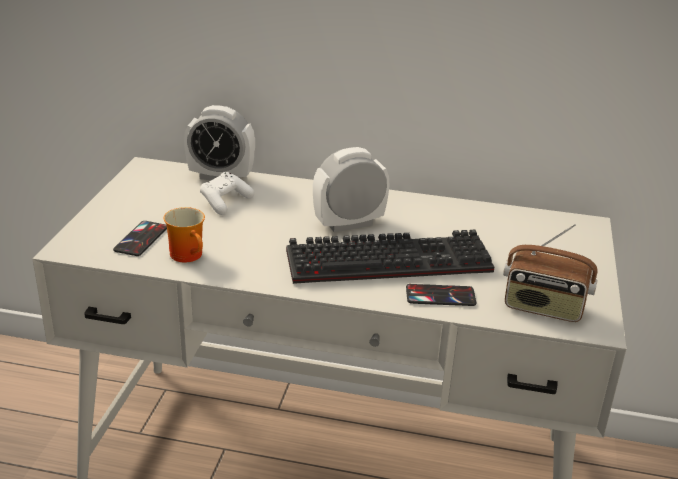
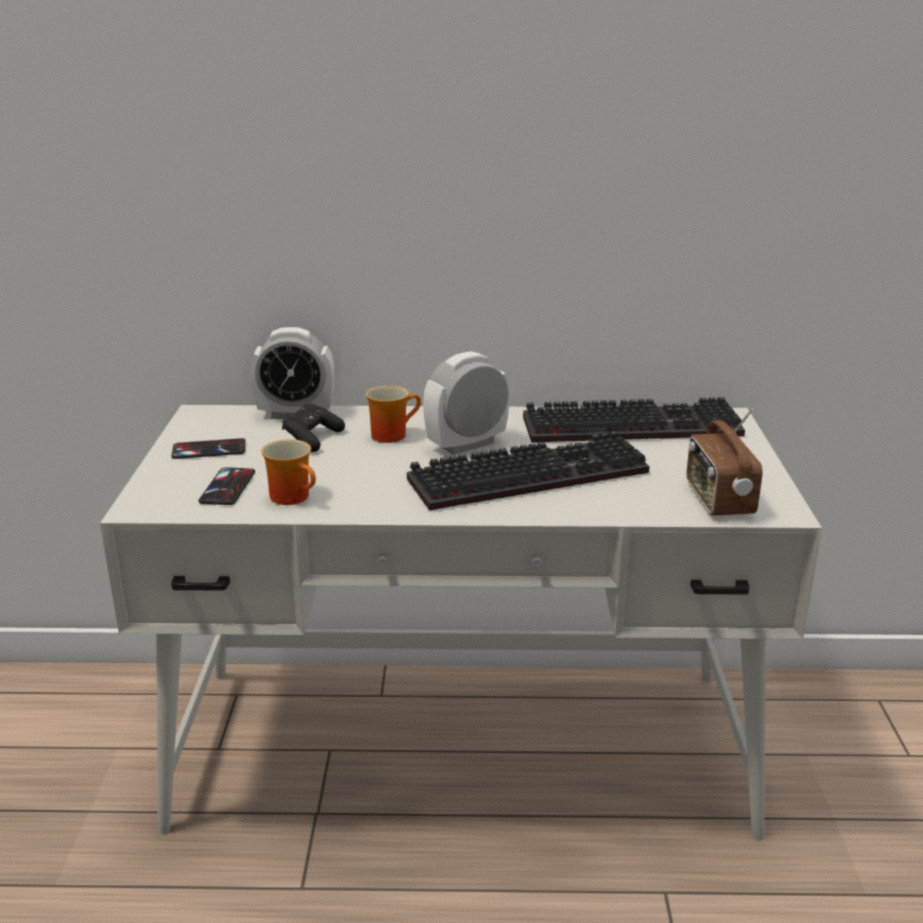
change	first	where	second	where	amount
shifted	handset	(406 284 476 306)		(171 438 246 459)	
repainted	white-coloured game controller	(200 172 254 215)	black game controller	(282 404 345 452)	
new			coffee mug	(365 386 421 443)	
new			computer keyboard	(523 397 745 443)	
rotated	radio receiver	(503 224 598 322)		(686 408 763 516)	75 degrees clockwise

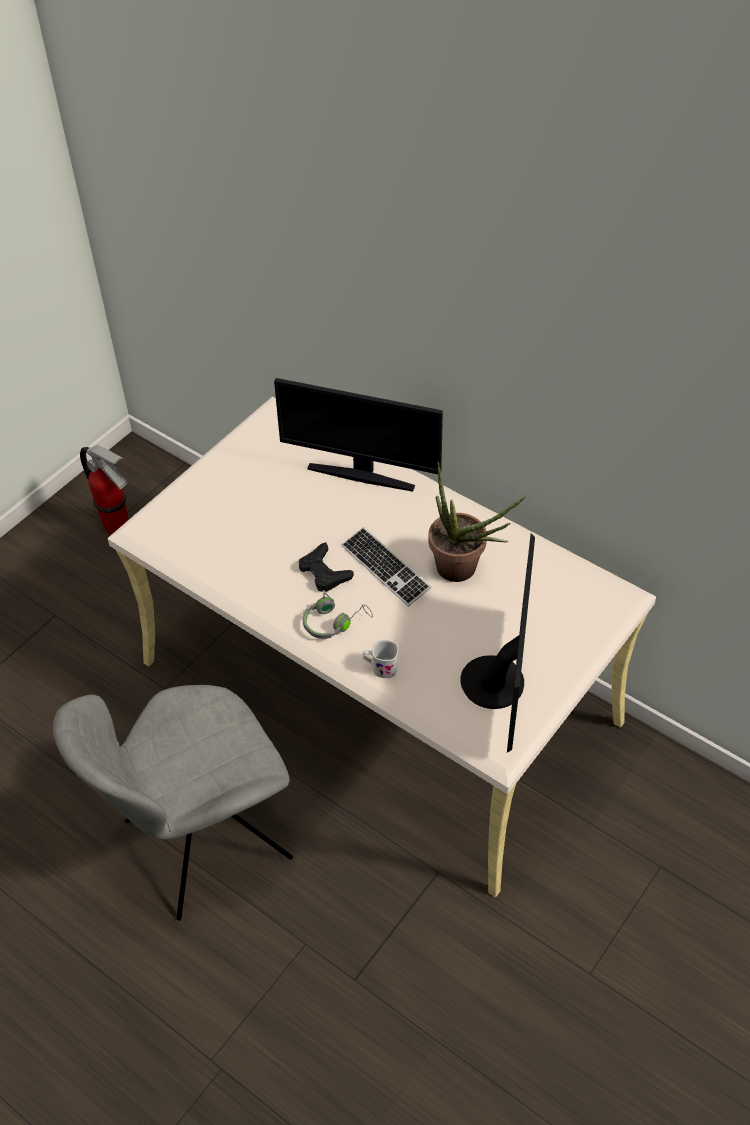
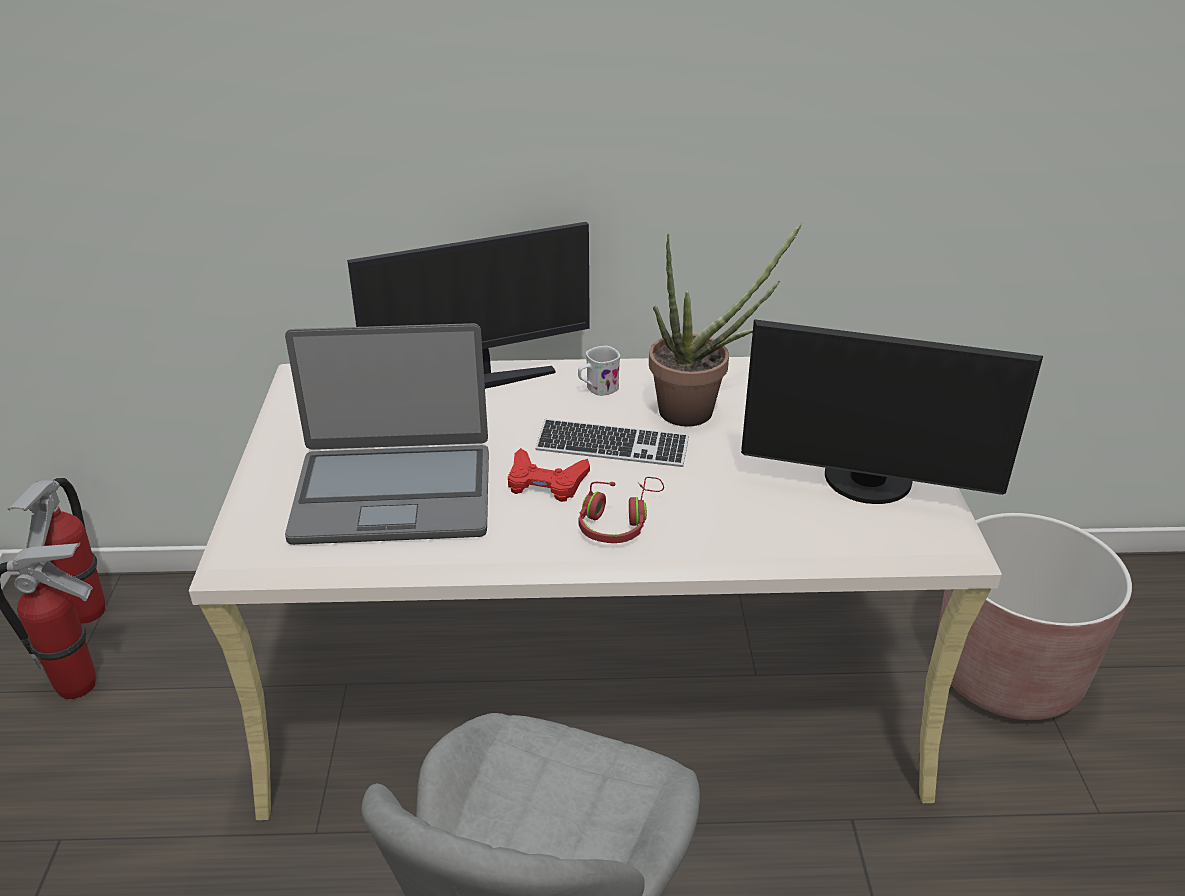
change	first	where	second	where	amount
new			fire-fighting cylinder	(7 478 105 624)	
new			notebook computer	(285 323 489 545)	
repainted	black game controller	(298 542 354 592)	reddish game controller	(508 448 590 502)	
shifted	white-coloured coffee mug	(363 640 398 678)		(578 346 620 396)	
repainted	grey headphones	(303 593 373 639)	reddish headphones	(578 477 664 543)	
rotated	computer display	(460 534 535 753)		(741 319 1043 504)	135 degrees clockwise
new			brown-coloured plant pot	(937 513 1132 720)	

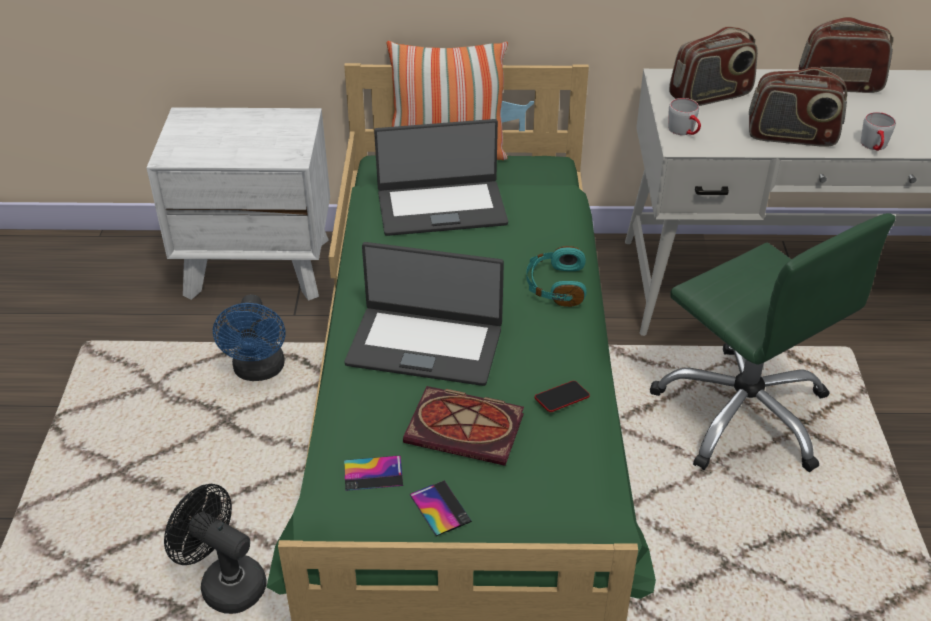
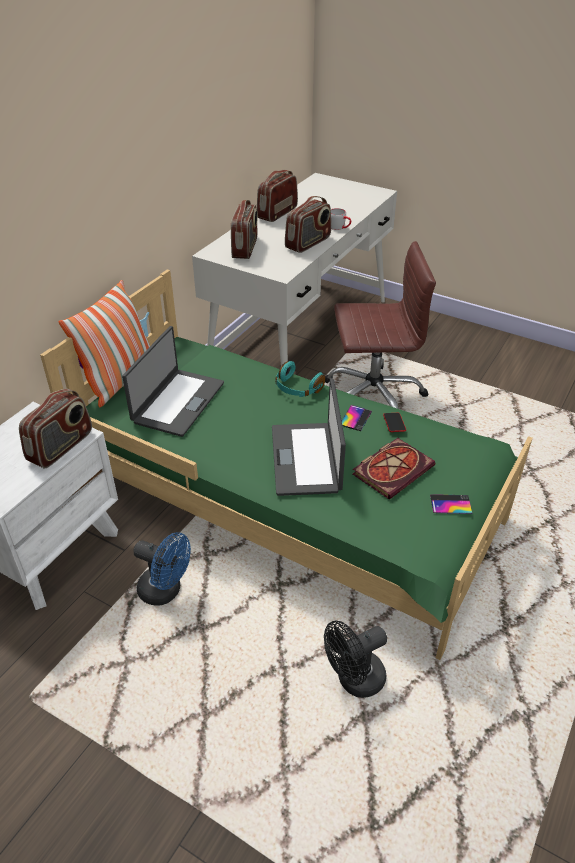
change	first	where	second	where	amount
new			radio receiver	(19 389 92 468)	
rotated	notebook computer	(344 242 504 386)		(272 378 346 496)	135 degrees clockwise
repainted	green-coloured computer chair	(650 213 895 472)	brown-coloured computer chair	(325 241 436 409)	
shifted	handset	(344 455 403 491)		(342 405 372 431)	
gone	grey coffee mug	(668 98 701 135)			

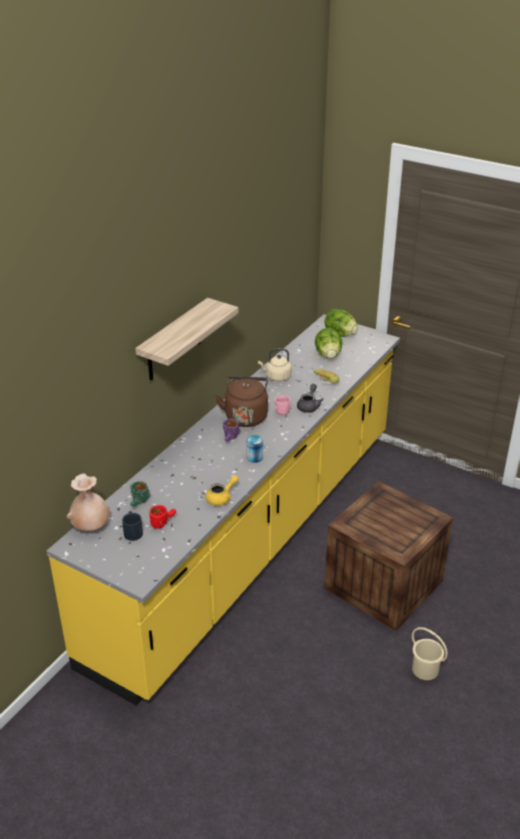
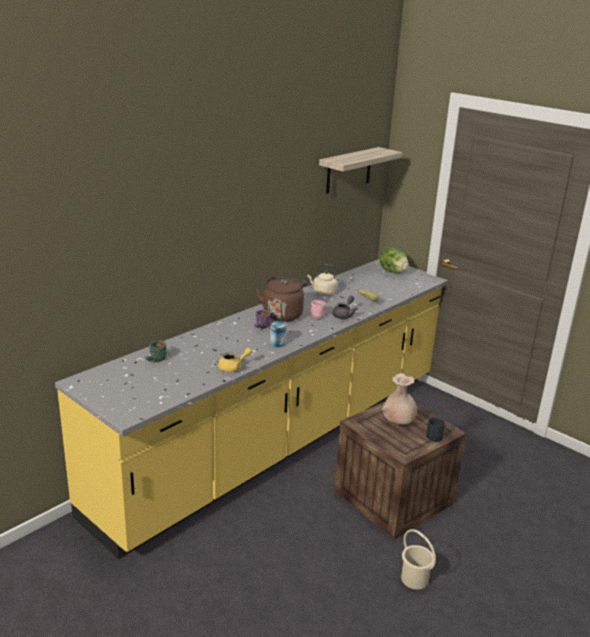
change	first	where	second	where	amount
shifted	shelf	(135 298 239 380)		(319 147 402 194)	
shifted	beige vase	(67 473 110 531)		(382 373 418 425)	
shifted	black coffee mug	(122 511 143 541)		(426 417 445 442)	
gone	reddish coffee mug	(149 505 176 529)			
gone	lettuce	(315 328 342 359)			

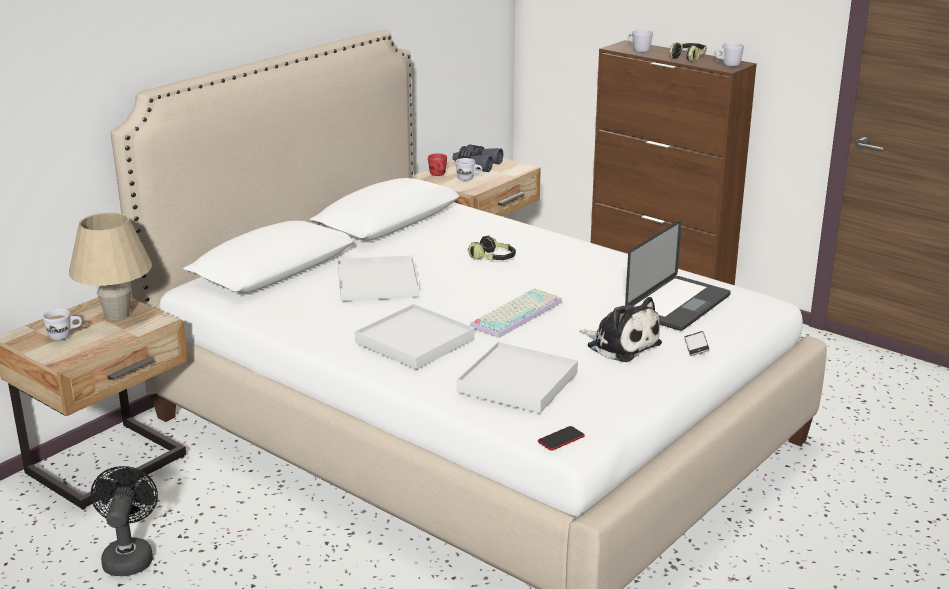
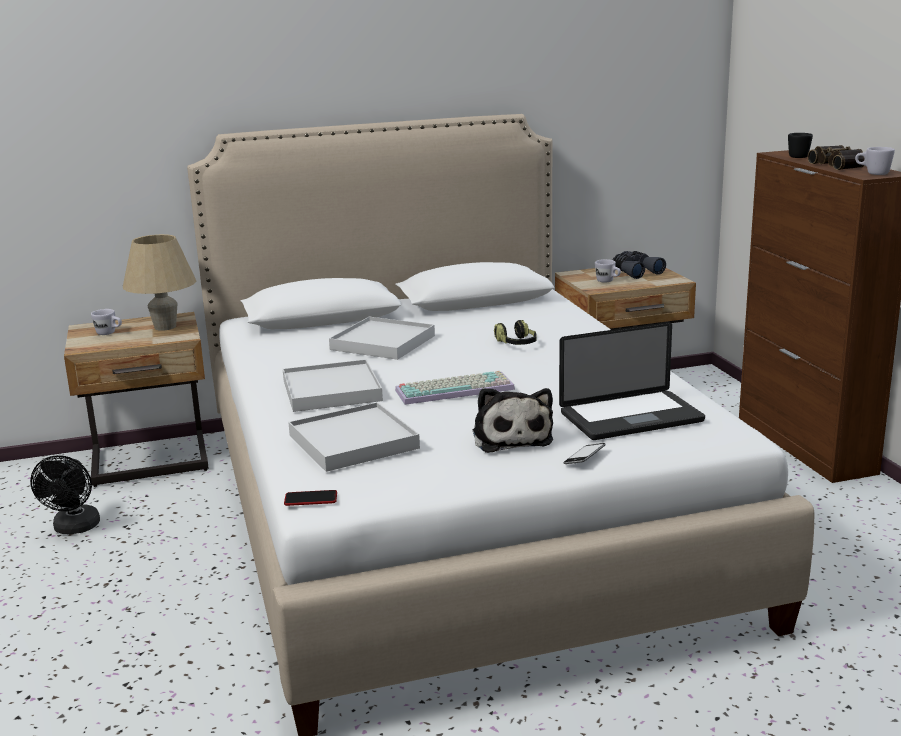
change	first	where	second	where	amount
rotated	black fan	(91 466 158 576)		(30 455 100 534)	150 degrees clockwise
repainted	white-coloured coffee mug	(628 29 653 52)	black coffee mug	(788 133 813 158)	
swapped	headphones	(669 42 707 62)	pair of binoculars	(808 145 865 170)	
gone	reddish coffee mug	(428 153 447 176)			

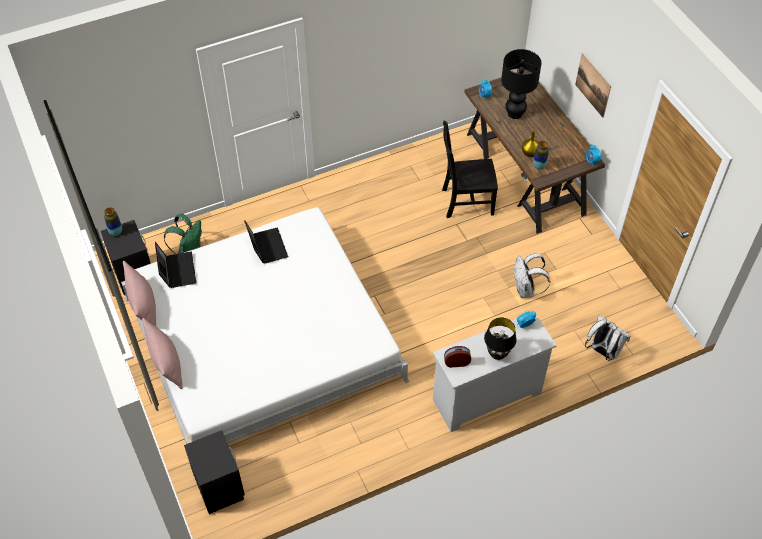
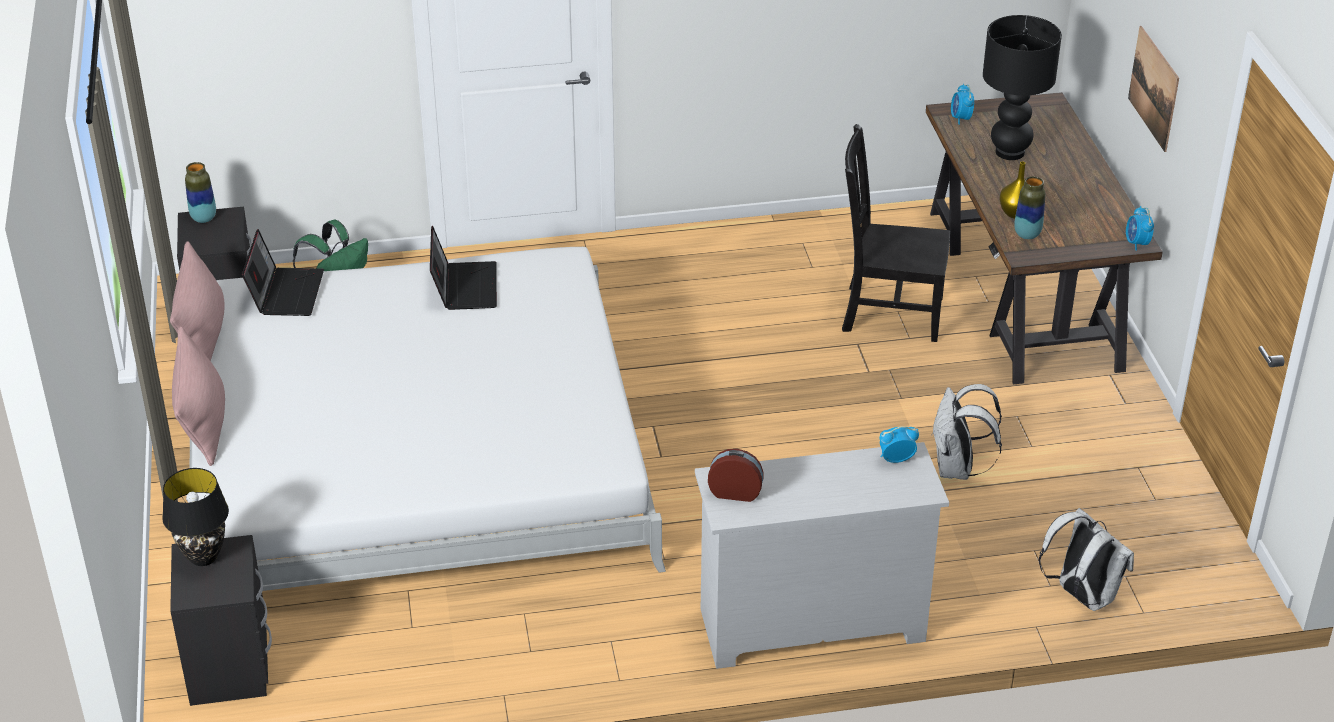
change	first	where	second	where	amount
shifted	black tabletop lamp	(484 318 517 360)		(162 468 229 566)	

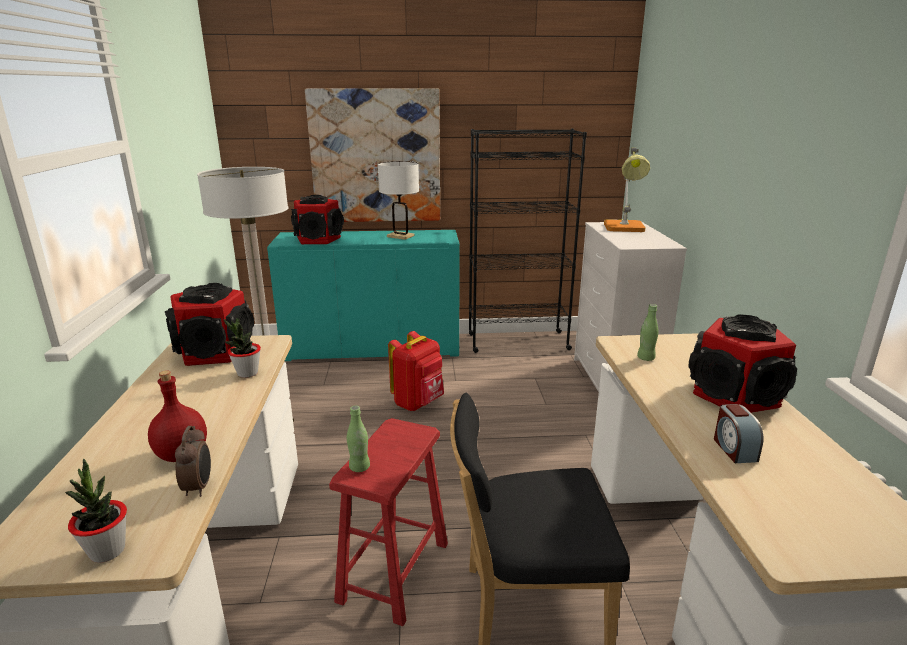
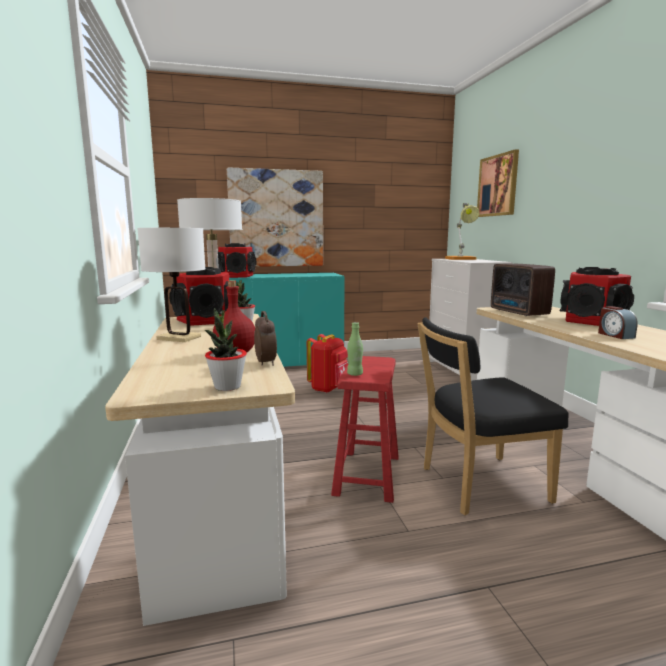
change	first	where	second	where	amount
shifted	white-coloured tabletop lamp	(378 161 419 240)		(137 228 206 342)	
new			wall art	(477 149 519 217)	
swapped	green-coloured drink bottle	(637 304 659 361)	radio receiver	(491 264 555 316)	
gone	black shelving unit	(469 129 587 353)			

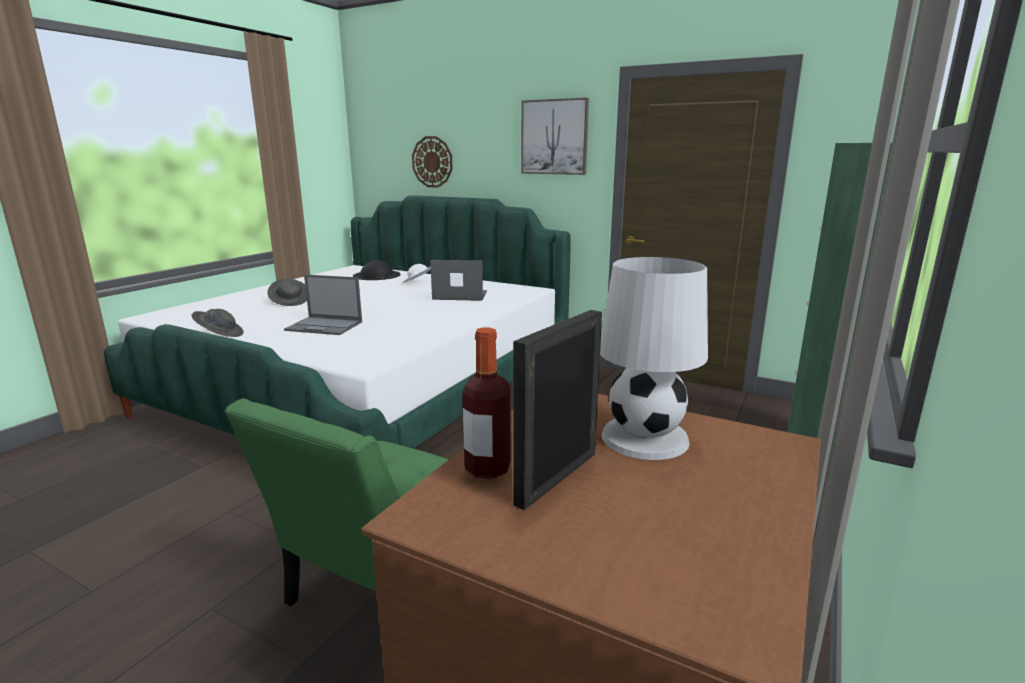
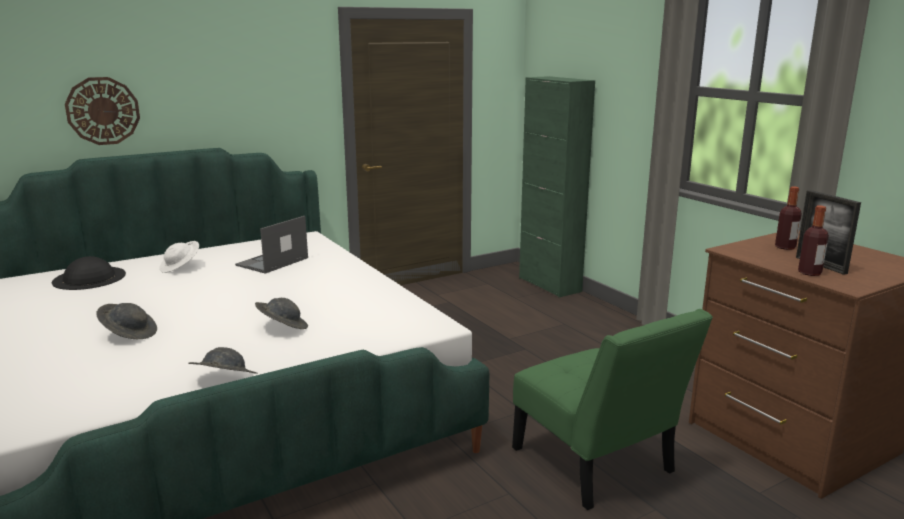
change	first	where	second	where	amount
swapped	notebook computer	(284 275 362 335)	grey wearable hat	(255 298 308 329)	
swapped	white-coloured tabletop lamp	(600 257 708 460)	drink bottle	(775 186 802 250)	
gone	wall art	(521 98 589 175)			

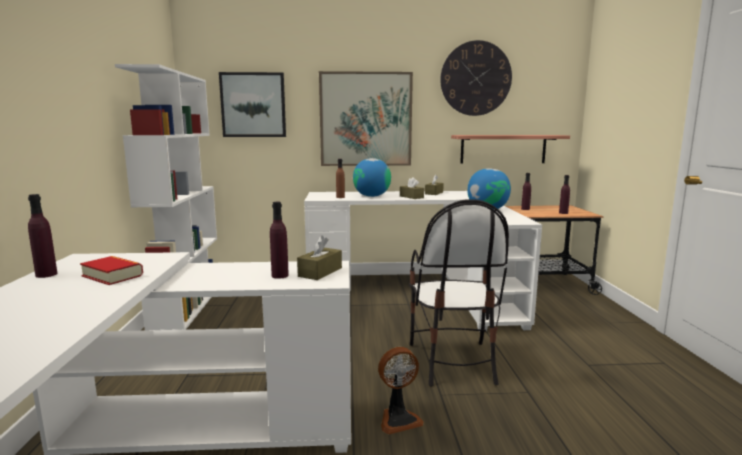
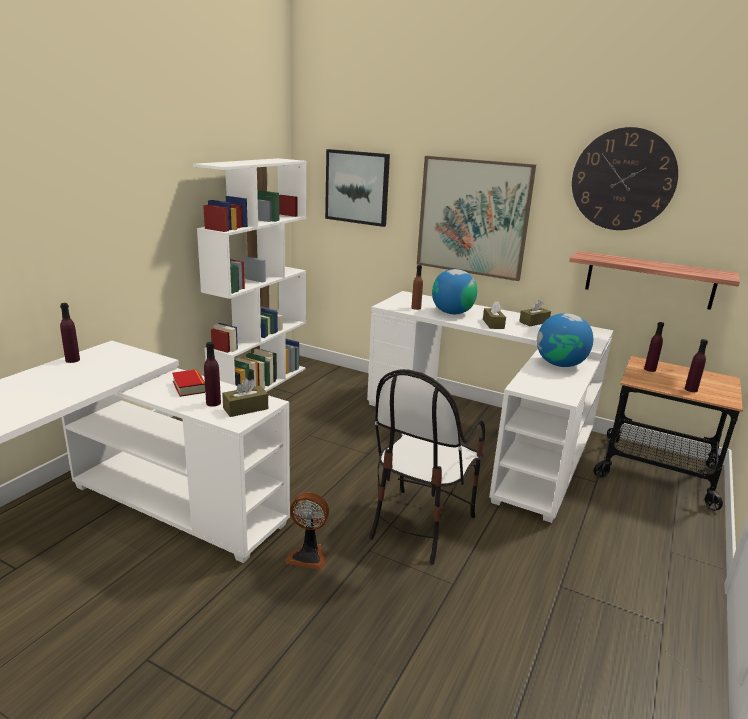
change	first	where	second	where	amount
shifted	bound book	(80 256 143 285)		(172 369 205 397)	

